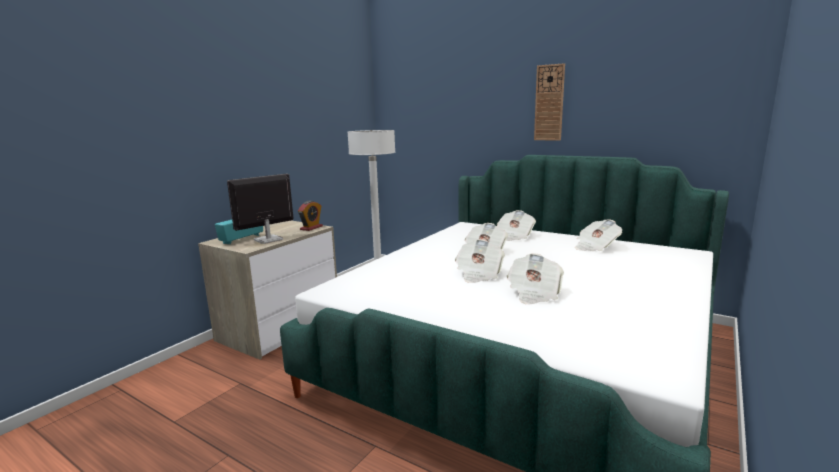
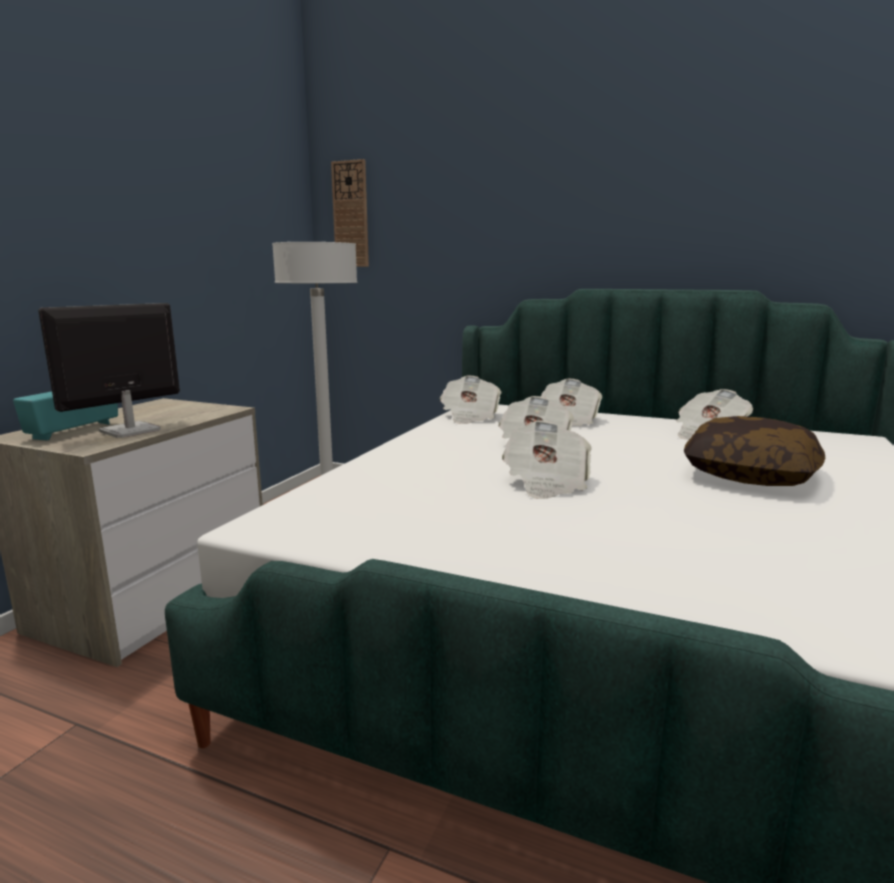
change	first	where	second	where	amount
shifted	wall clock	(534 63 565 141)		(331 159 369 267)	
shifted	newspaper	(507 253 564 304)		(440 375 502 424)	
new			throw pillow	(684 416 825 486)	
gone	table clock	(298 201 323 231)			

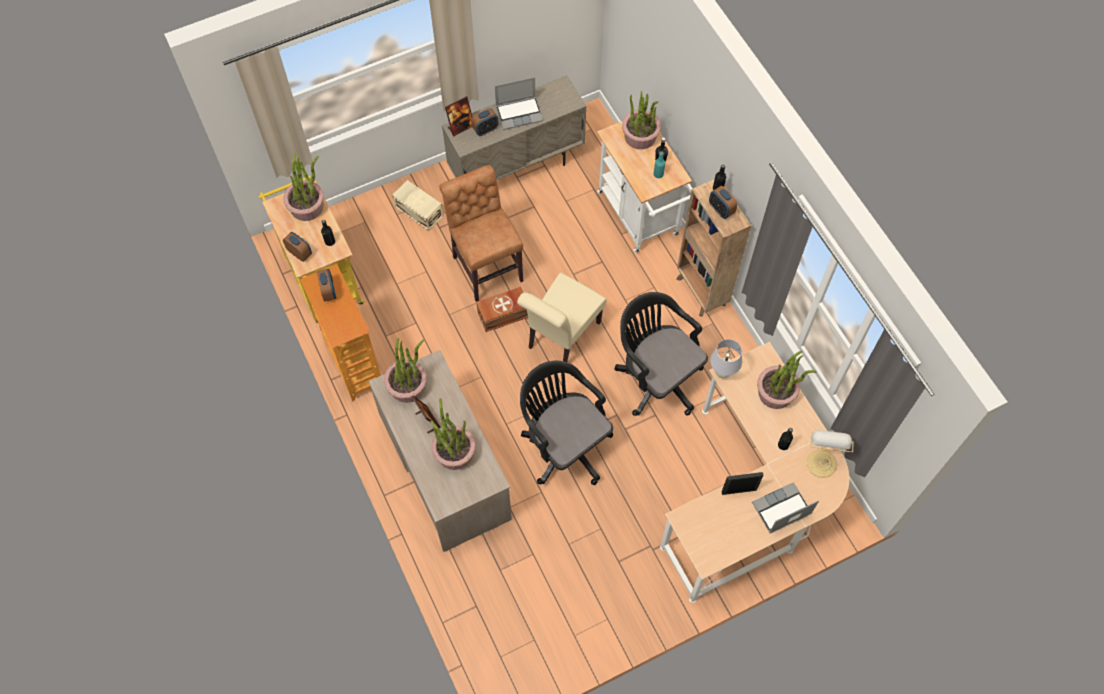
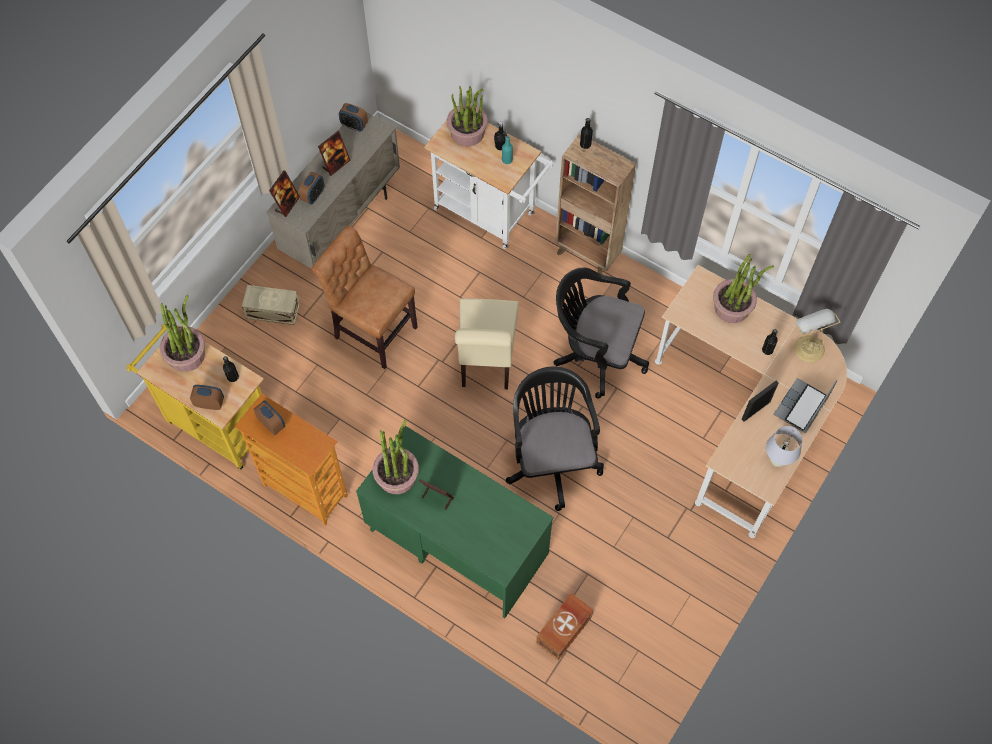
change	first	where	second	where	amount
swapped	notebook computer	(495 77 543 130)	picture frame	(318 131 351 176)	
shifted	table clock	(709 186 737 219)		(339 103 368 131)	
repainted	beige desk table	(368 350 512 552)	green-coloured desk table	(356 426 554 618)	
rotated	black computer chair	(520 361 613 485)		(506 366 604 511)	60 degrees clockwise
shifted	brown-coloured storage bin	(477 287 528 332)		(536 593 593 660)	
shifted	white-coloured tabletop lamp	(710 339 742 379)		(766 426 802 467)	
gone	houseplant	(430 398 475 470)			

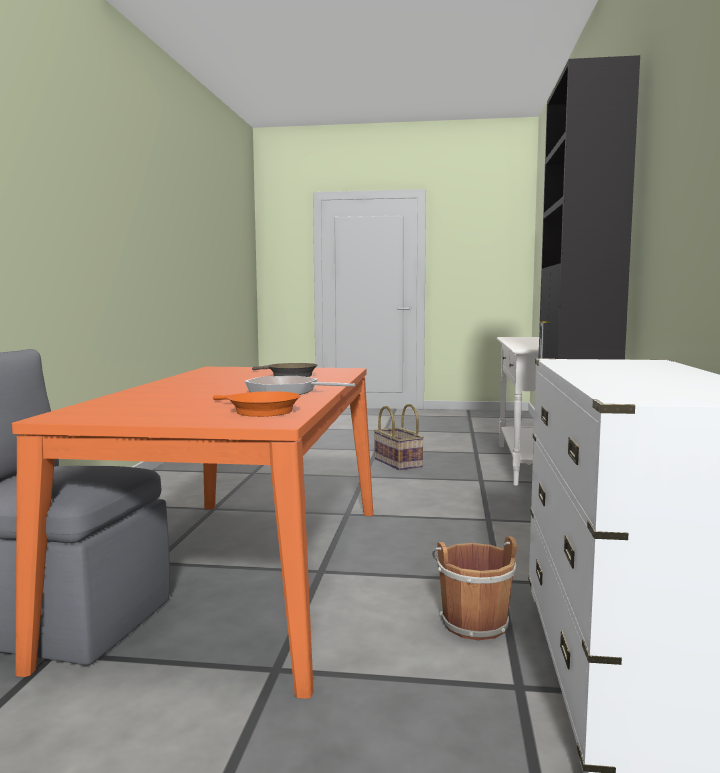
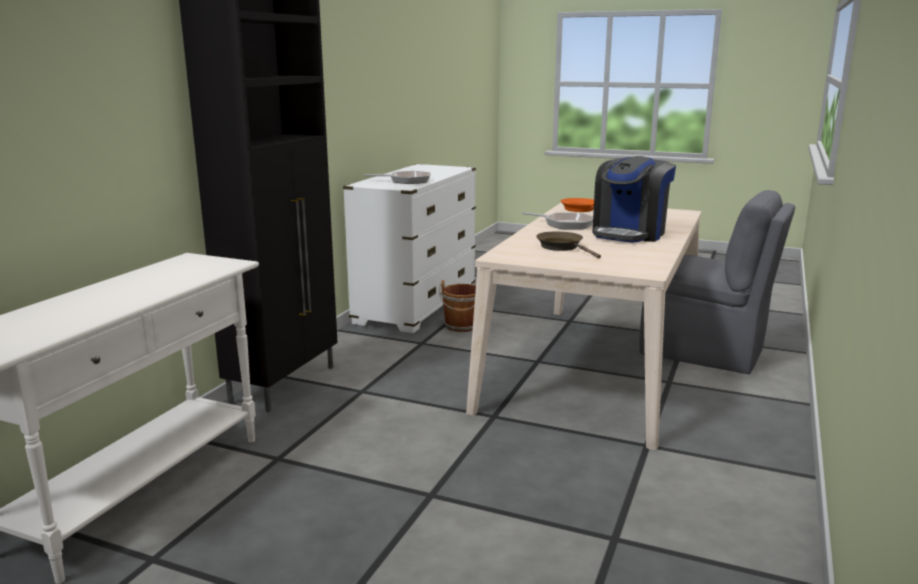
change	first	where	second	where	amount
new			pan	(364 171 431 184)	
repainted	orange-coloured kitchen table	(12 367 373 699)	beige kitchen table	(466 202 702 450)	
new			coffee machine	(592 156 676 243)	
gone	household basket	(374 404 424 470)			

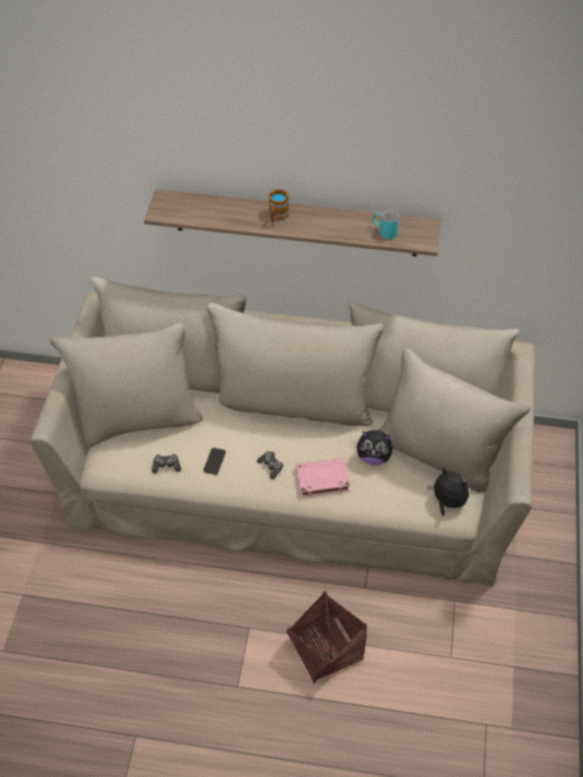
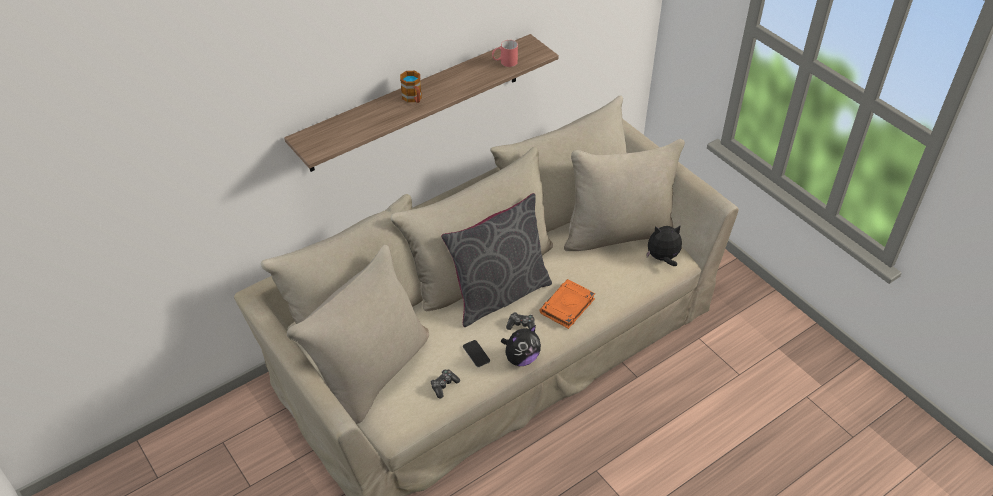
change	first	where	second	where	amount
new			grey throw pillow	(441 193 552 327)	
repainted	turquoise-coloured coffee mug	(373 211 399 239)	reddish coffee mug	(492 40 518 67)	
shifted	plush toy	(357 430 395 465)		(501 325 541 366)	
repainted	pink-coloured bound book	(295 458 350 497)	orange-coloured bound book	(539 279 595 329)	
gone	household basket	(287 591 367 684)			

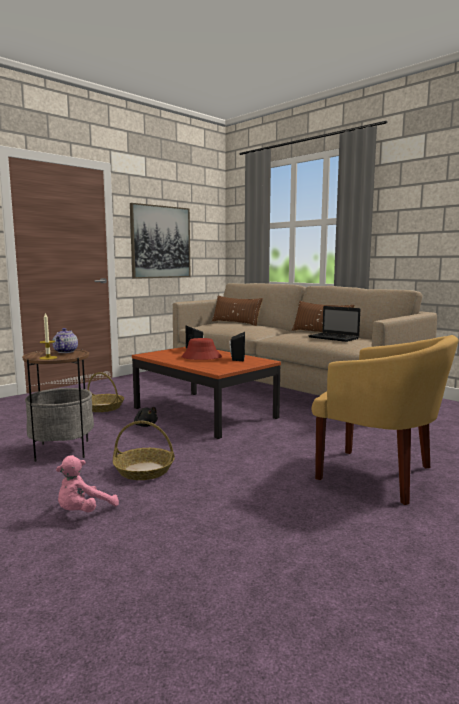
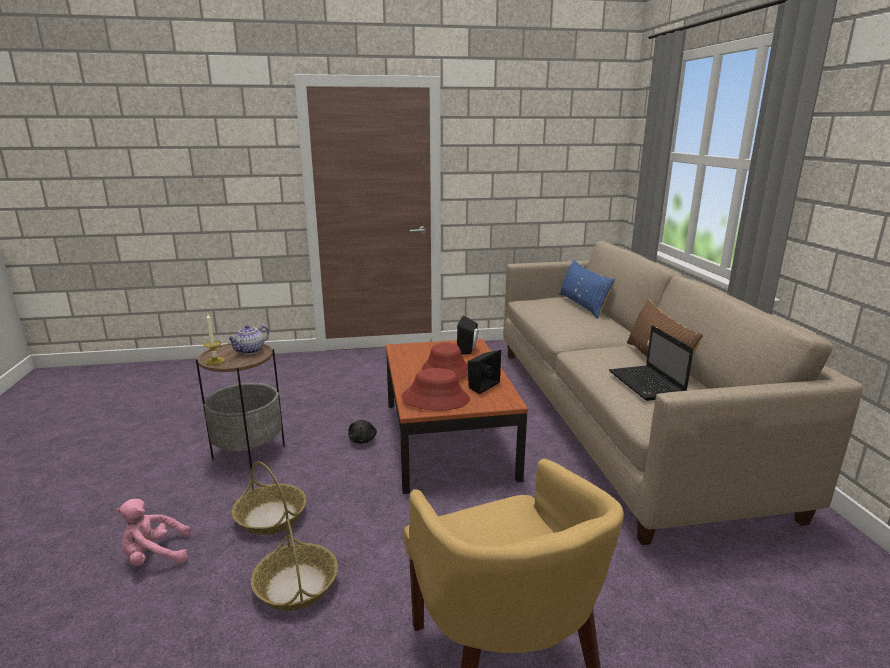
change	first	where	second	where	amount
shifted	household basket	(87 372 124 412)		(251 519 338 611)	
new			reddish wearable hat	(402 368 470 410)	
repainted	brown-coloured throw pillow	(212 296 263 326)	bluish throw pillow	(559 260 615 319)	
gone	wall art	(130 203 191 279)			

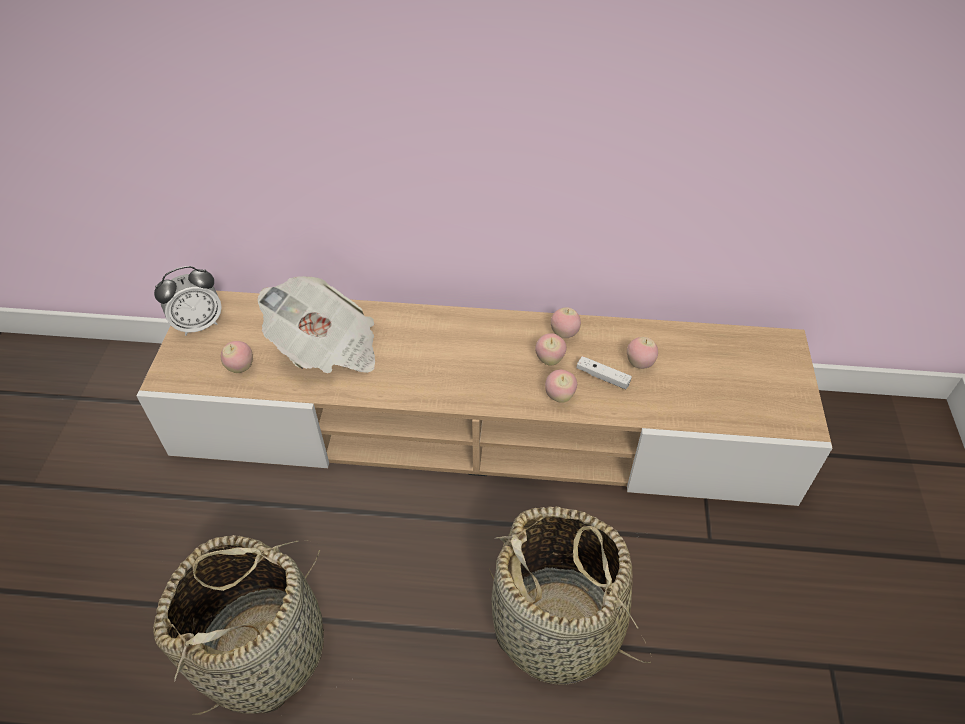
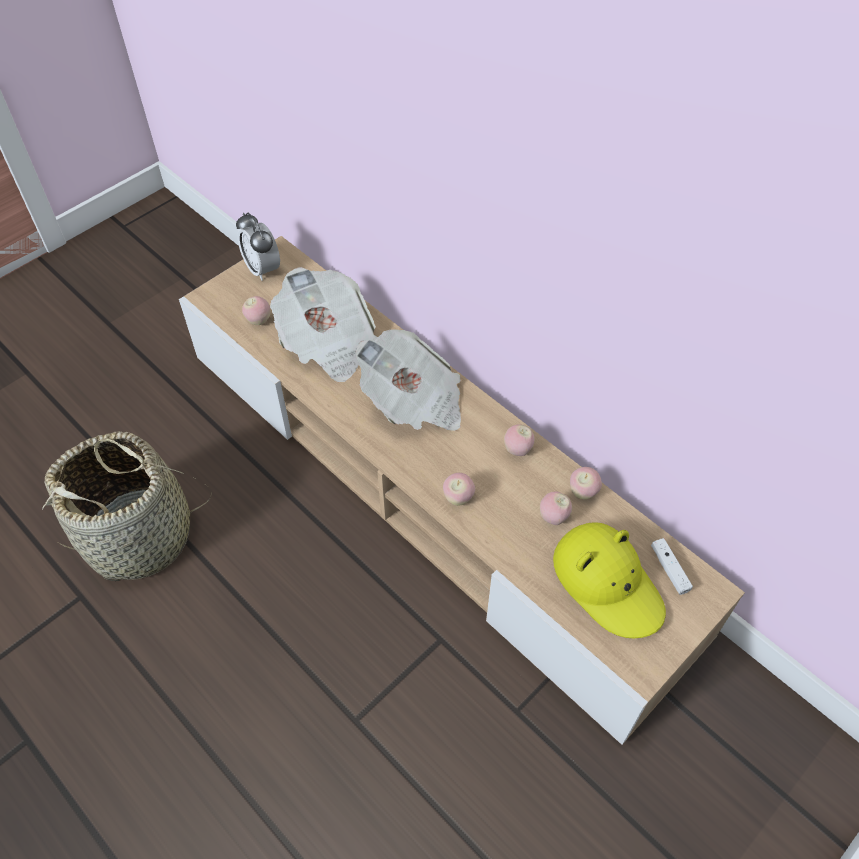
change	first	where	second	where	amount
rotated	table clock	(154 266 222 336)		(236 213 280 281)	45 degrees clockwise
new			newspaper	(356 329 461 431)	
new			yellow wearable hat	(553 522 666 639)	
shifted	whole apple	(535 333 567 366)		(570 467 602 499)	
shifted	white-coloured game controller	(577 356 632 389)		(651 538 693 595)	
gone	household basket	(489 506 652 685)			

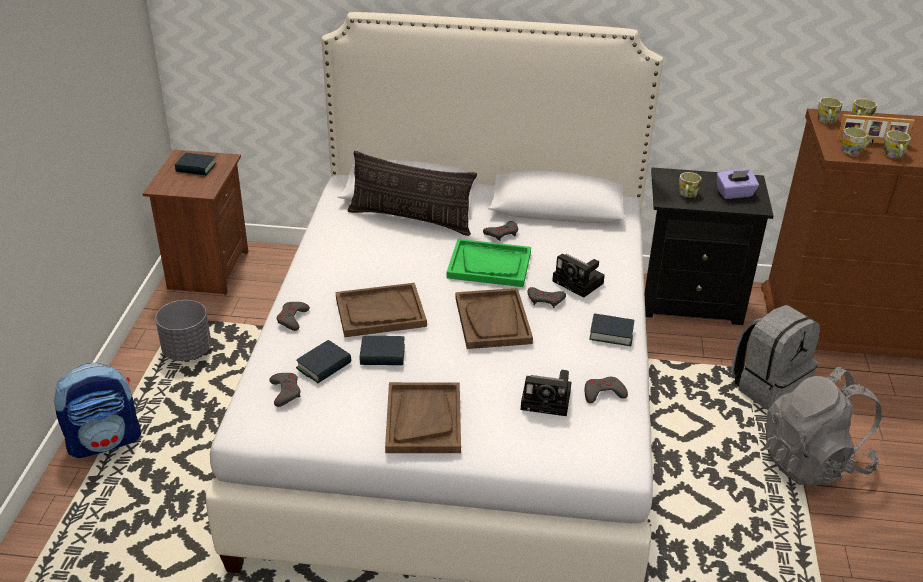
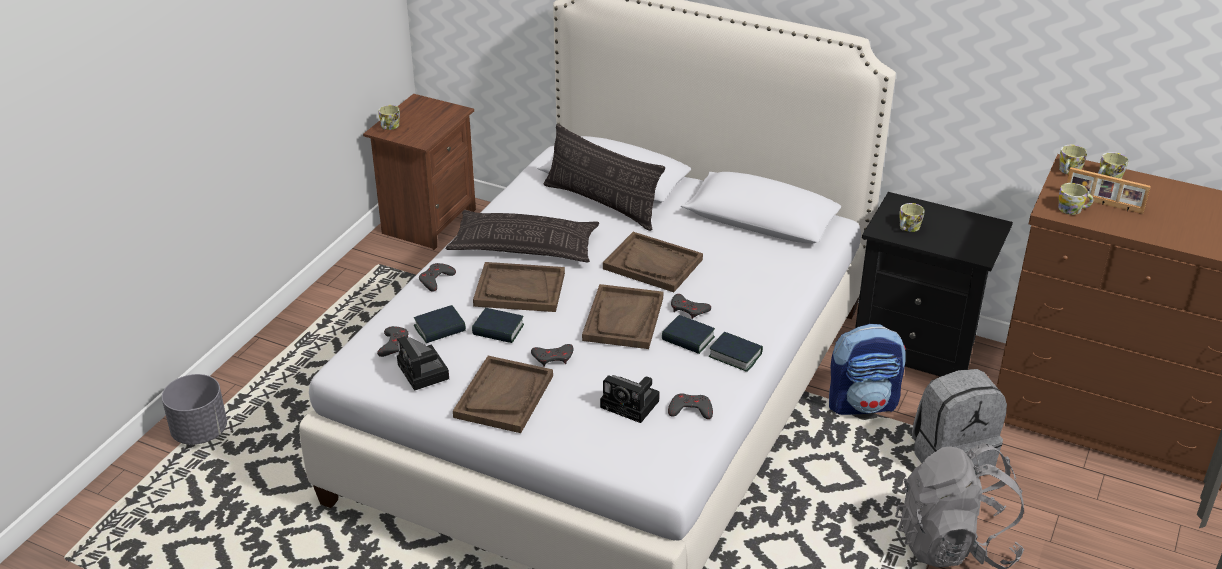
change	first	where	second	where	amount
shifted	grey plant pot	(155 300 211 361)		(162 374 227 445)	
shifted	coffee mug	(883 130 911 158)		(378 105 400 130)	
shifted	still camera	(552 254 605 298)		(397 336 449 391)	
new			throw pillow	(446 210 599 263)	
shifted	grey game controller	(483 221 518 241)		(531 344 574 366)	
repainted	green-coloured serving tray	(447 239 531 287)	brown-coloured serving tray	(603 232 703 292)	
shifted	bound book	(175 153 216 175)		(662 315 715 354)	
shifted	backpack	(54 363 141 458)		(829 324 906 415)	
gone	purple-coloured box of tissues	(716 169 759 199)			

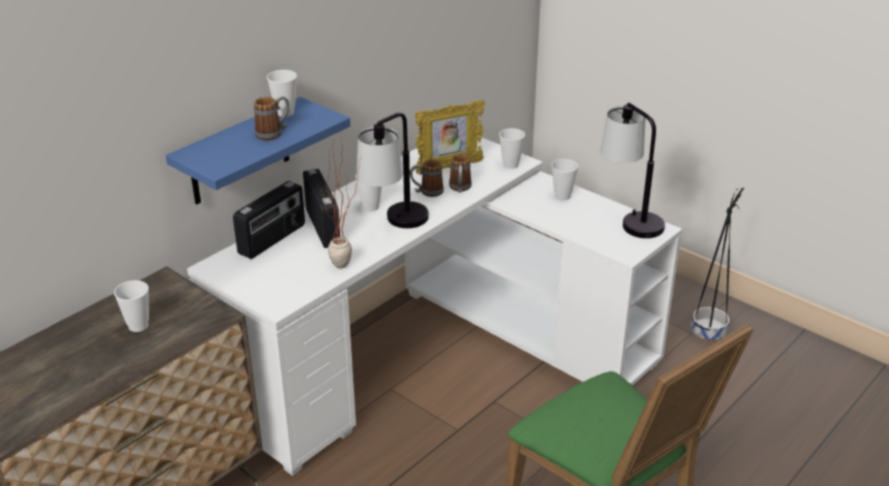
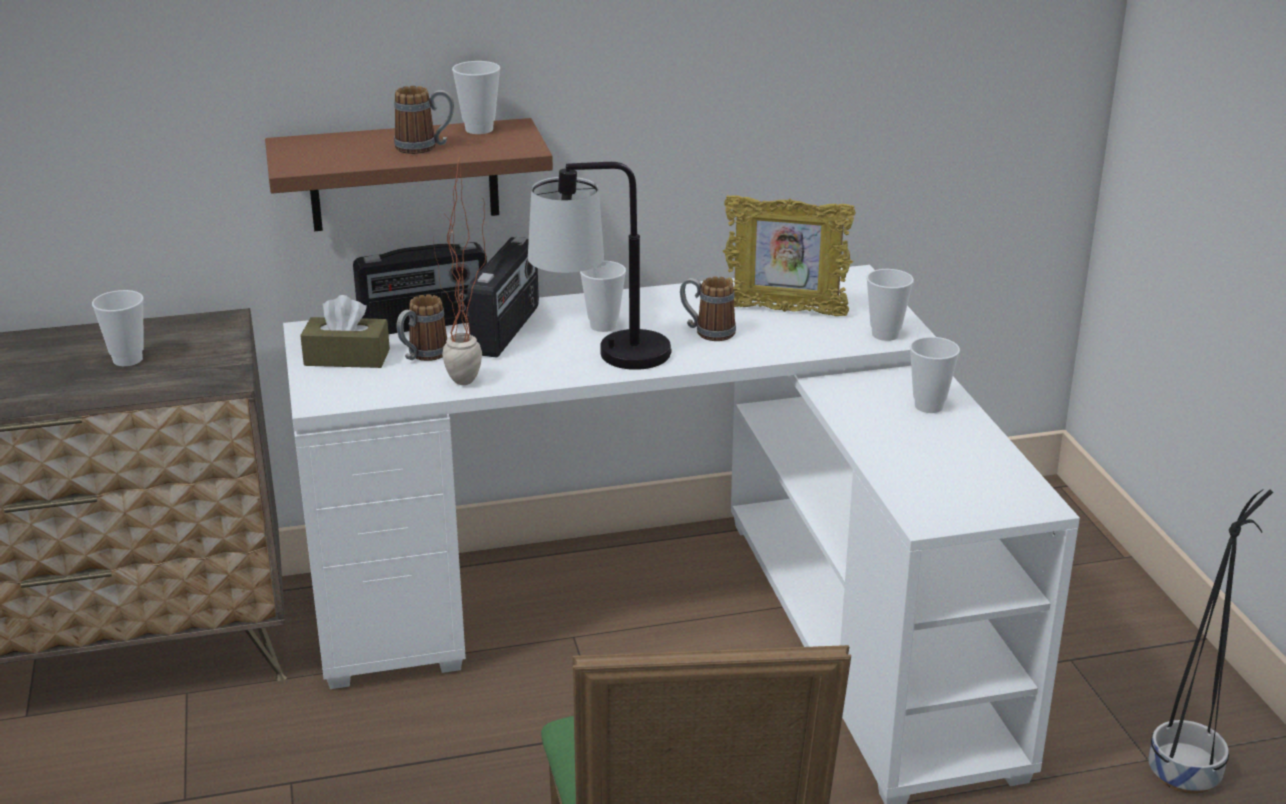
change	first	where	second	where	amount
repainted	bluish shelf	(166 97 350 205)	brown-coloured shelf	(265 118 553 231)	
new			brown-coloured box of tissues	(300 295 390 368)	
shifted	coffee mug	(449 154 472 193)		(397 295 447 361)	
gone	tabletop lamp	(601 103 665 238)			

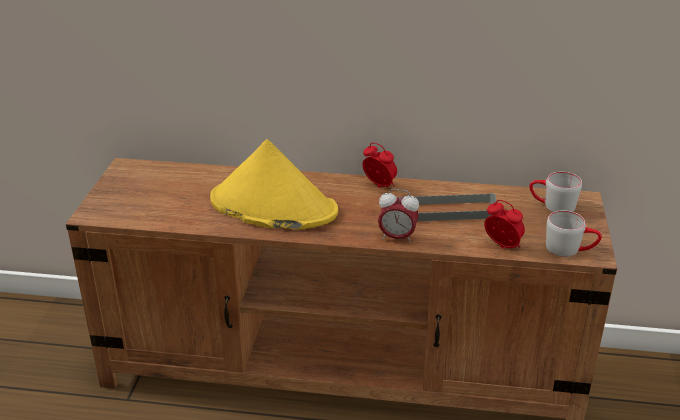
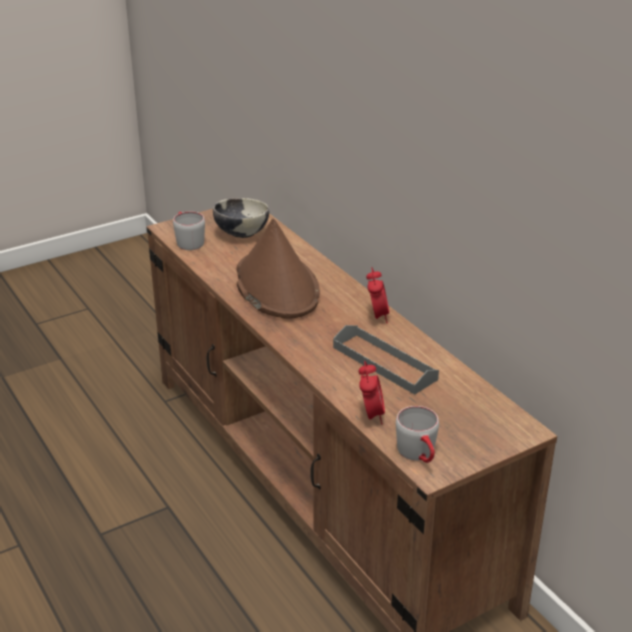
change	first	where	second	where	amount
shifted	grey coffee mug	(529 172 582 212)		(173 212 205 250)	
new			deep dish	(213 198 269 238)	
repainted	yellow wearable hat	(210 139 338 229)	brown-coloured wearable hat	(236 219 320 319)	
gone	table clock	(378 189 419 244)			

